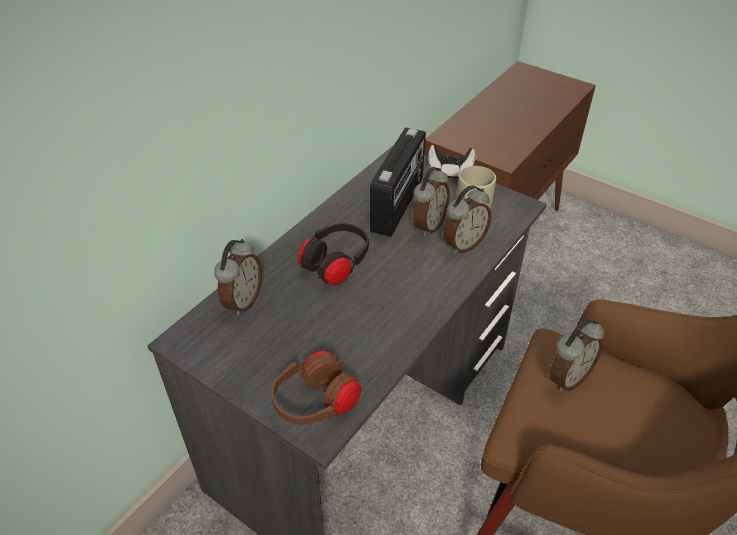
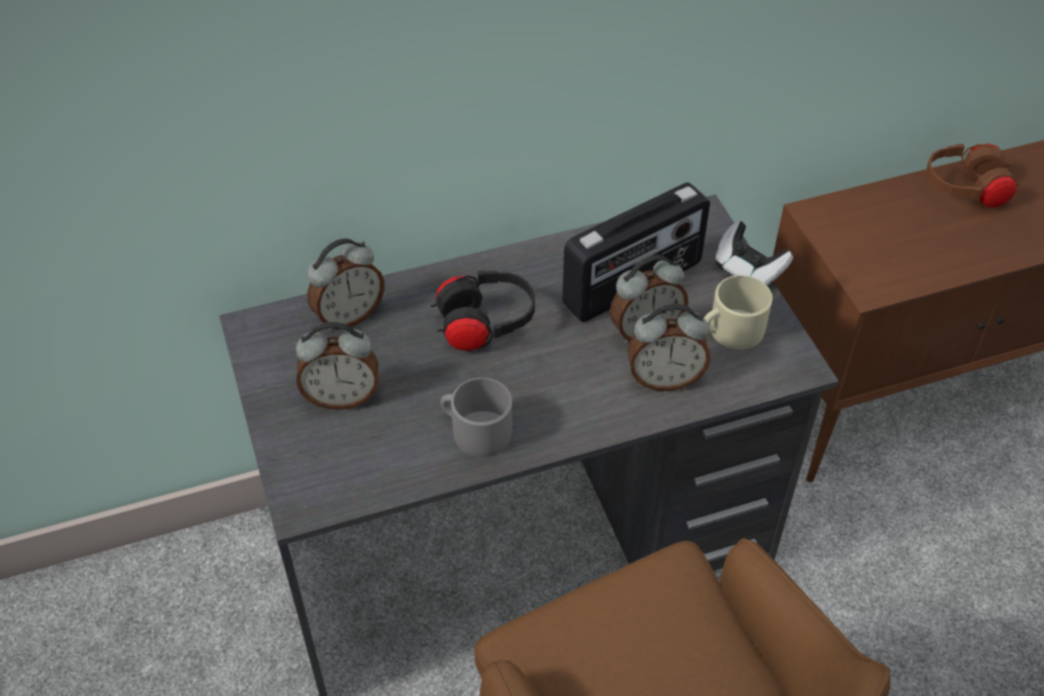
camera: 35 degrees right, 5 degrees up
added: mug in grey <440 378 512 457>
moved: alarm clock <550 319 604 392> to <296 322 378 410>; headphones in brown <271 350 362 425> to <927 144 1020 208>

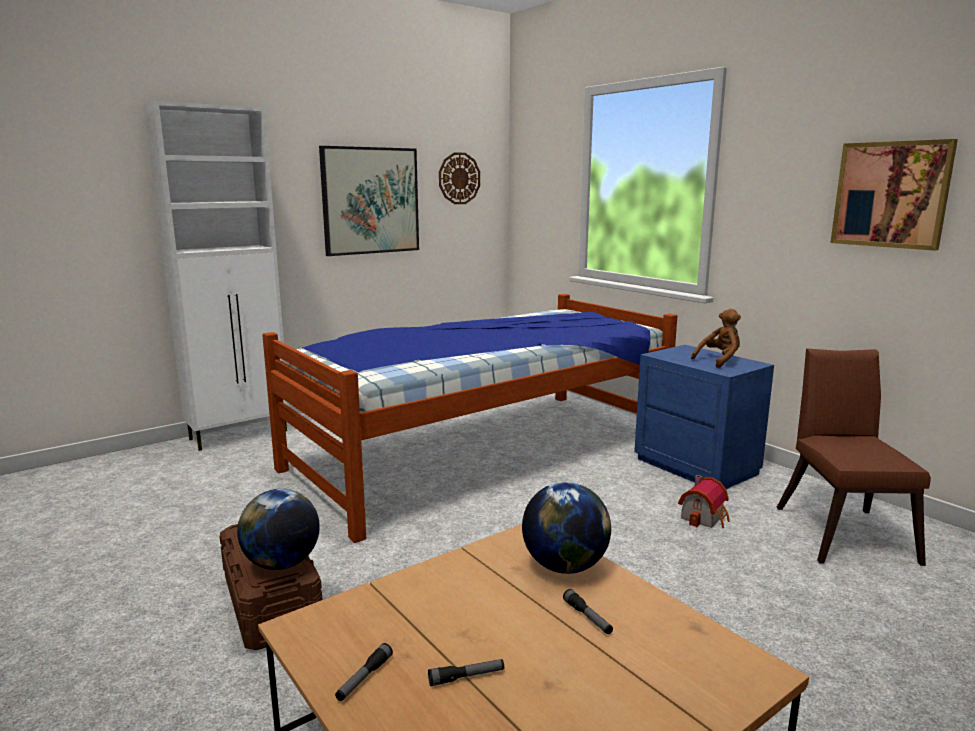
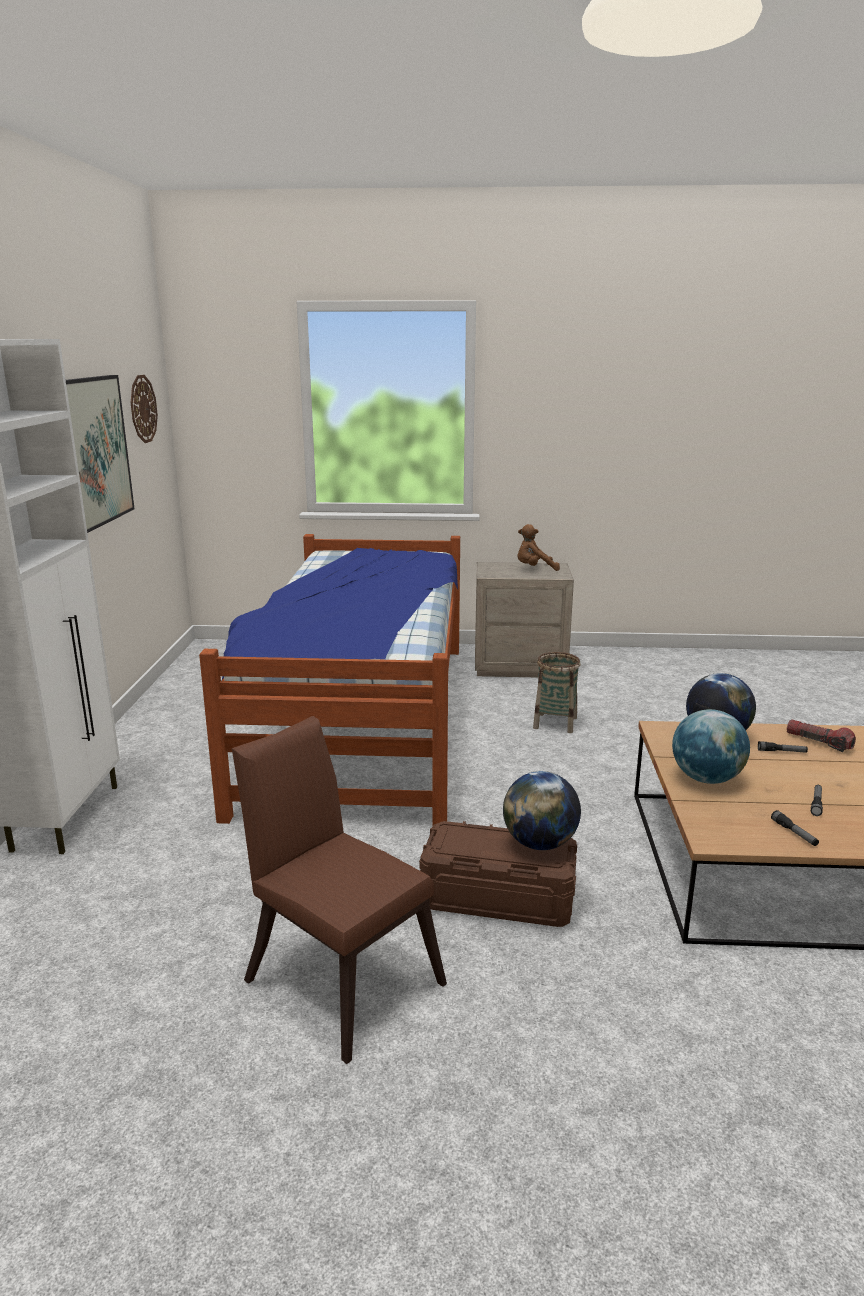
camera: 50 degrees left, 5 degrees up
removed: toy house <678 475 730 528>; picture <830 139 958 251>
added: basket <533 652 580 733>; globe <672 709 750 784>; flashlight <787 719 856 752>
moved: chair in brown <776 348 931 566> to <232 716 447 1064>
recoloured: nightstand in blue <634 345 774 489> to nightstand in beige <475 562 574 678>
turned: plush toy in brown <691 309 741 368> = <517 524 560 571> 105 degrees counterclockwise

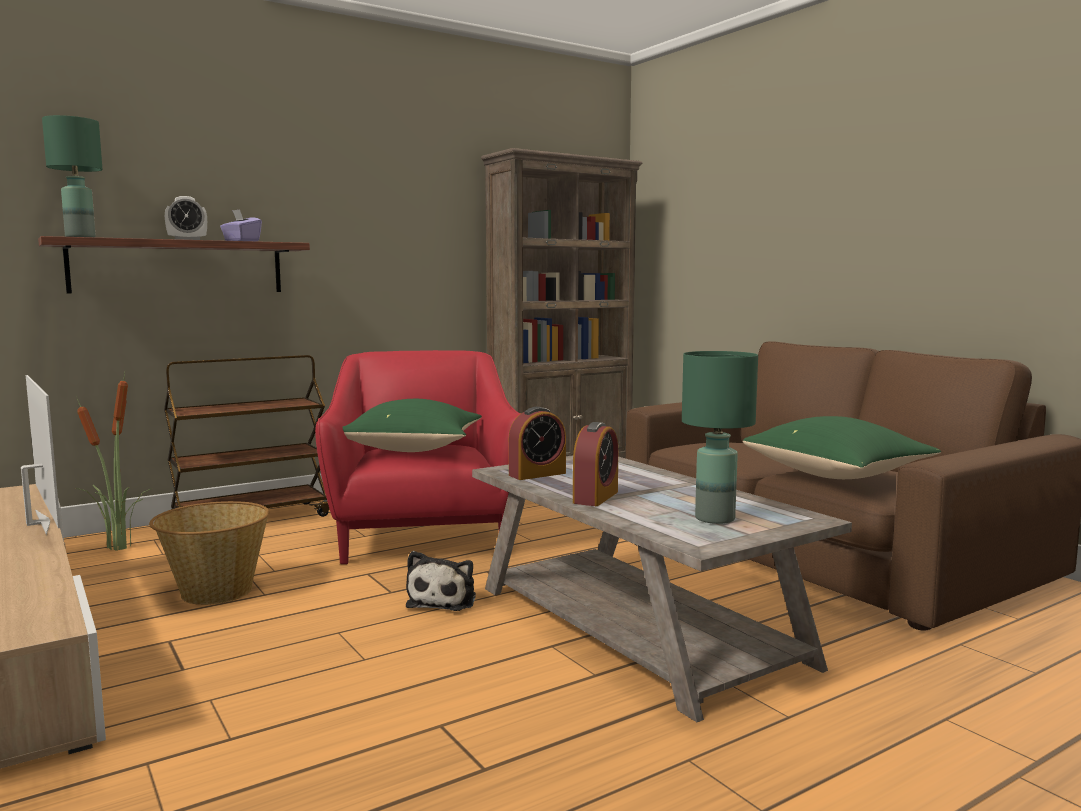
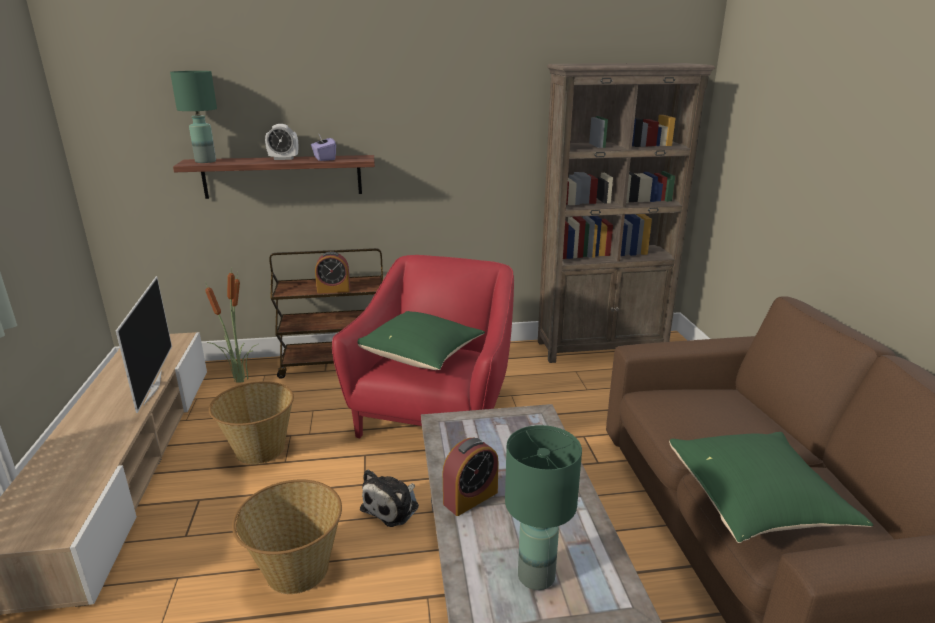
camera: 25 degrees right, 15 degrees up
added: basket <232 479 342 594>
moved: alarm clock <509 407 566 480> to <315 251 350 293>

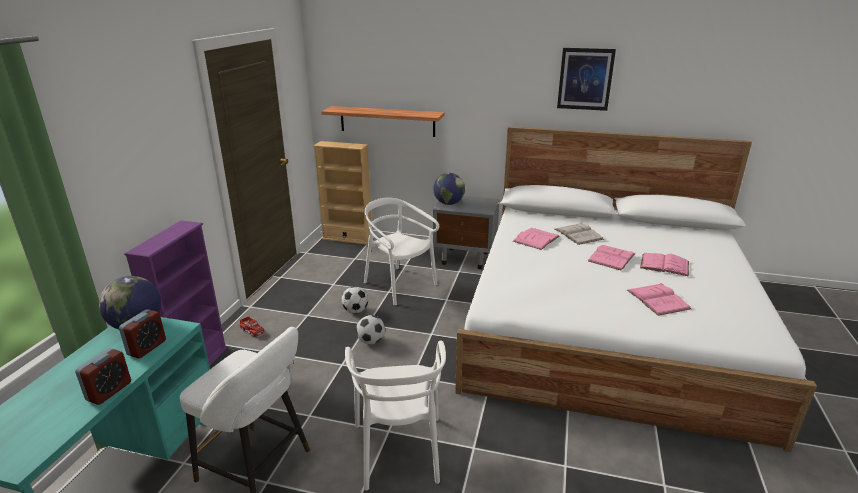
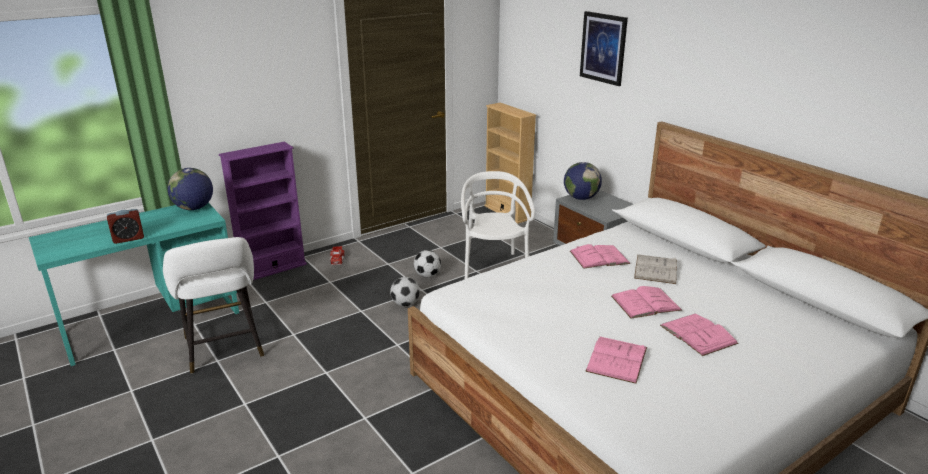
camera: 40 degrees right, 0 degrees up
removed: alarm clock <119 309 166 359>; shelf <321 106 445 137>; chair in white <345 341 446 490>
moved: picture <557 48 616 111> to <580 11 628 86>

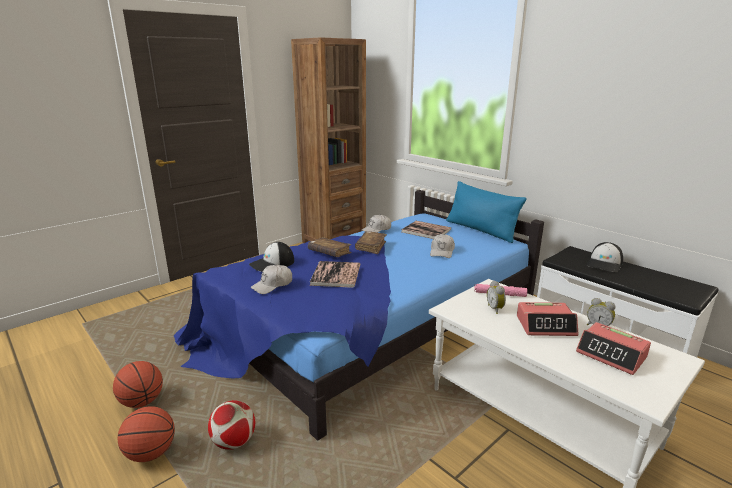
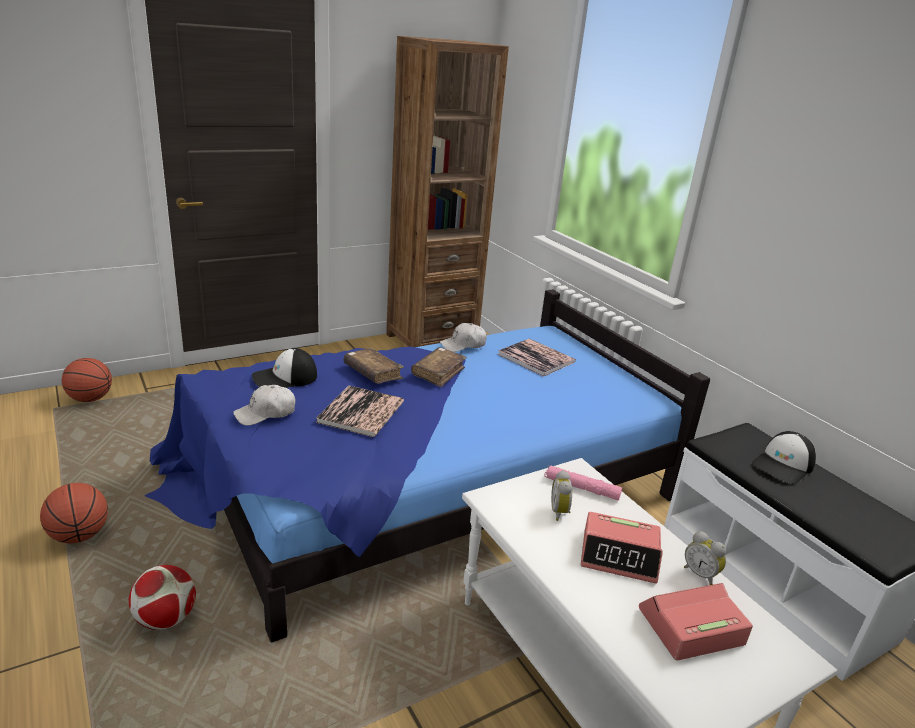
camera: 10 degrees right, 5 degrees up
removed: cap in white <430 234 455 258>; pillow in blue <446 181 527 243>
moved: basketball <118 406 175 462> to <62 358 112 402>
turned: alarm clock <576 322 651 375> = <639 583 753 661> 105 degrees clockwise

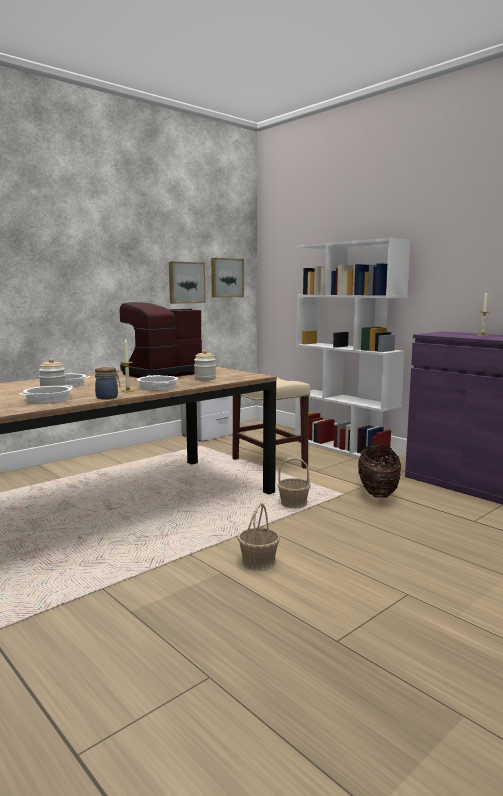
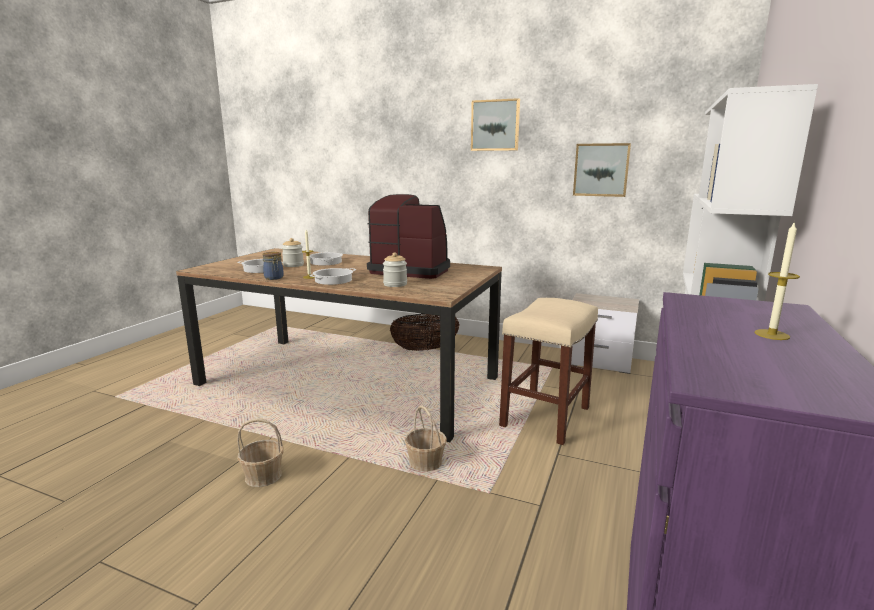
camera: 65 degrees right, 5 degrees up
moved: basket <358 445 401 498> to <390 314 460 351>; picture <211 258 244 298> to <471 98 520 151>

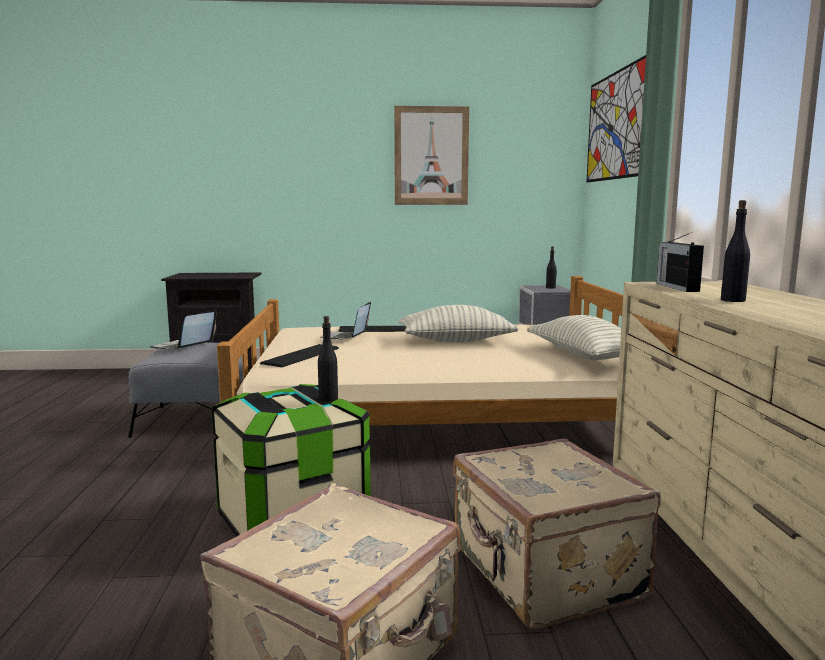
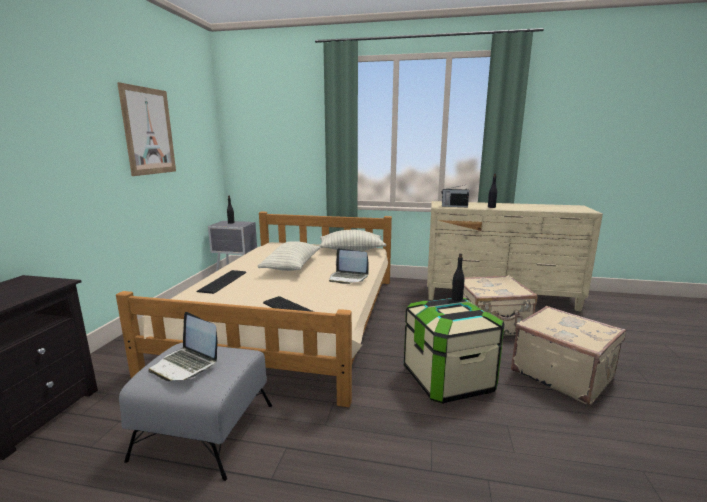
camera: 75 degrees left, 5 degrees up
removed: picture <587 55 646 182>
moved: laptop <320 302 371 340> to <329 248 368 284>

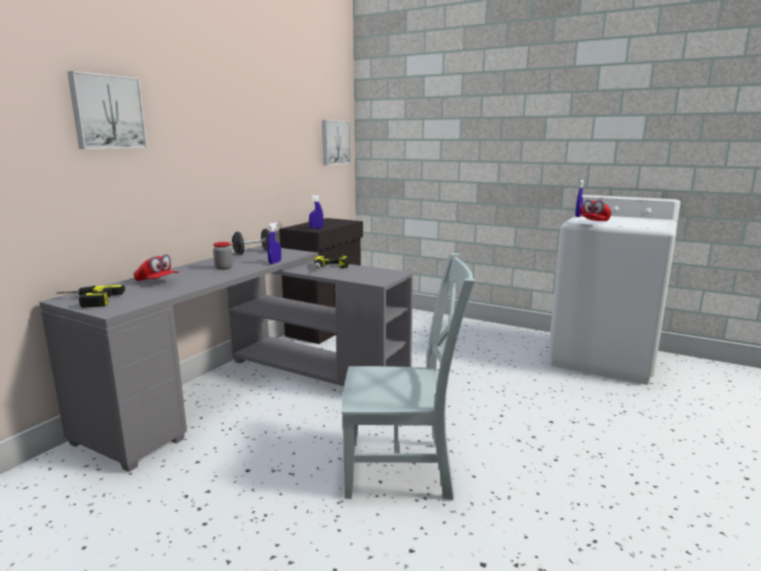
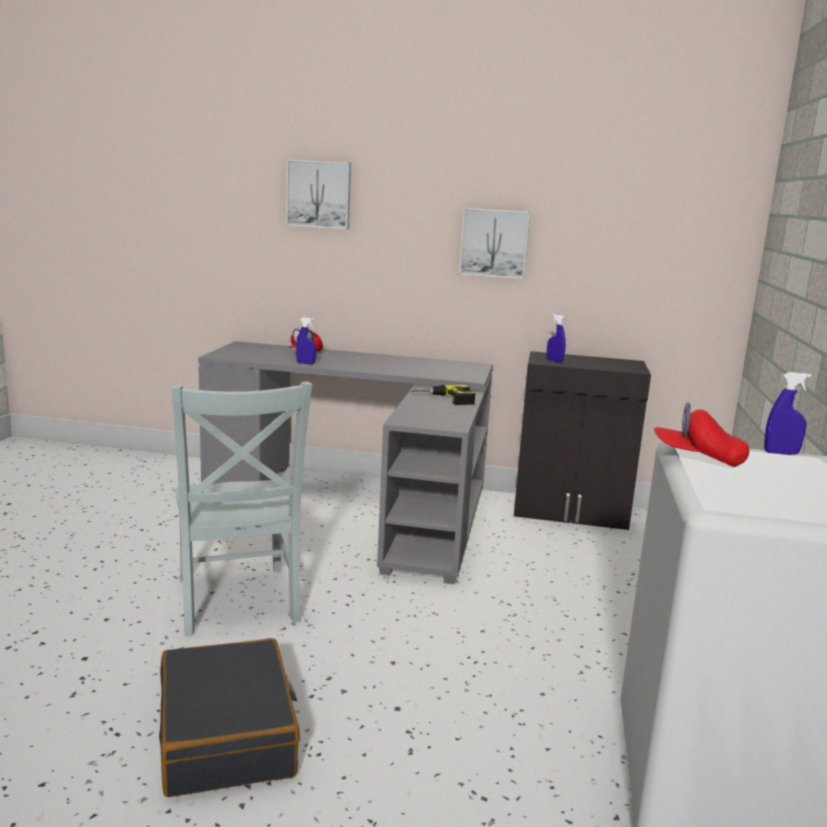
camera: 70 degrees right, 0 degrees up
removed: power drill <56 285 125 308>; jar <213 242 233 270>; dumbbell in black <229 229 276 255>
added: suitcase in black <159 638 300 797>
moved: spray bottle in blue <267 222 281 264> to <296 317 316 364>; picture <322 120 351 165> to <459 208 530 279>

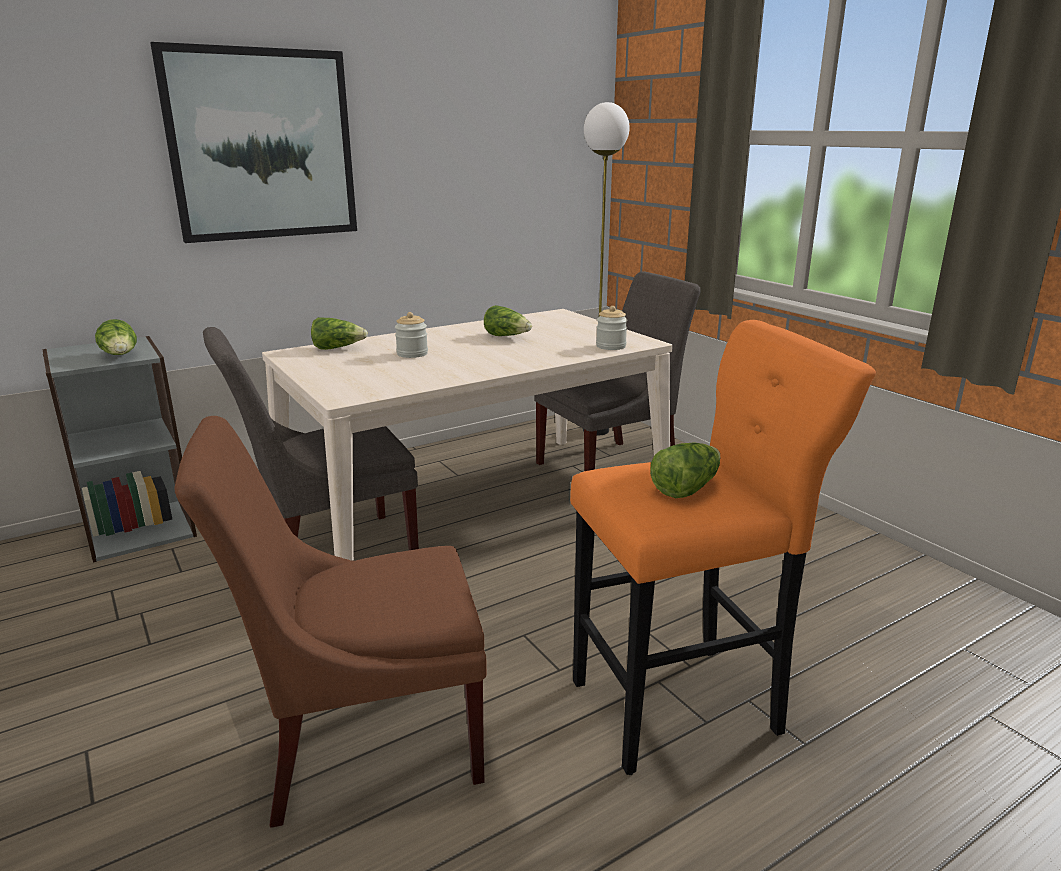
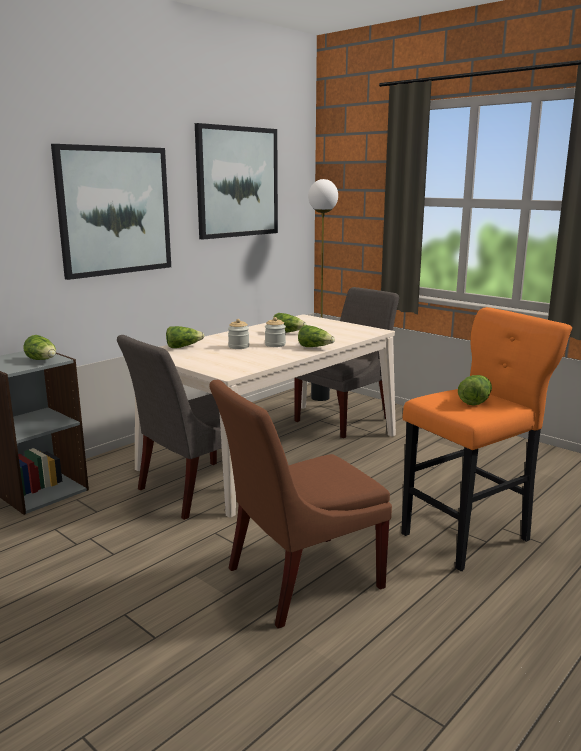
camera: 15 degrees left, 5 degrees down
added: picture <195 123 278 240>; lettuce <298 325 335 347>
moved: jar <596 306 628 350> to <265 317 286 347>

